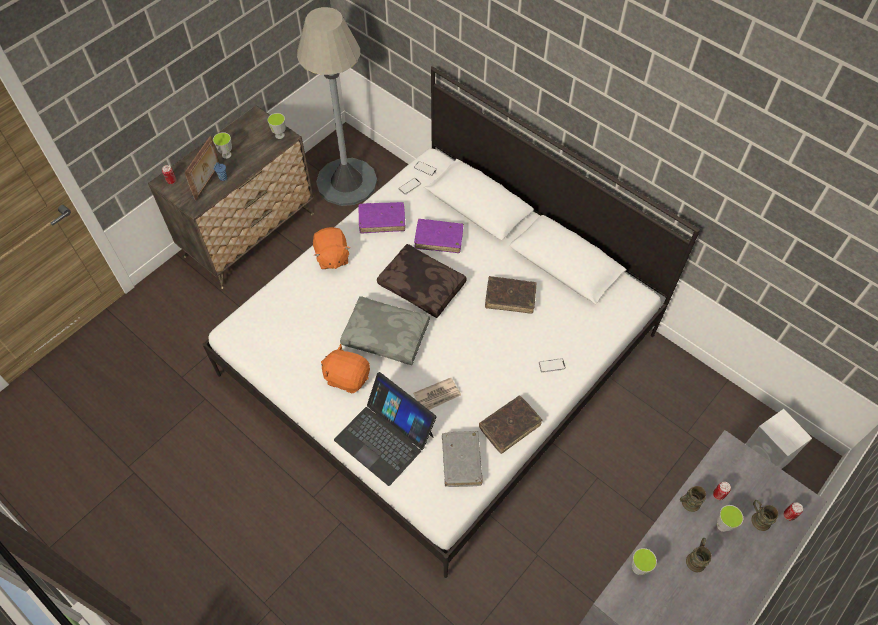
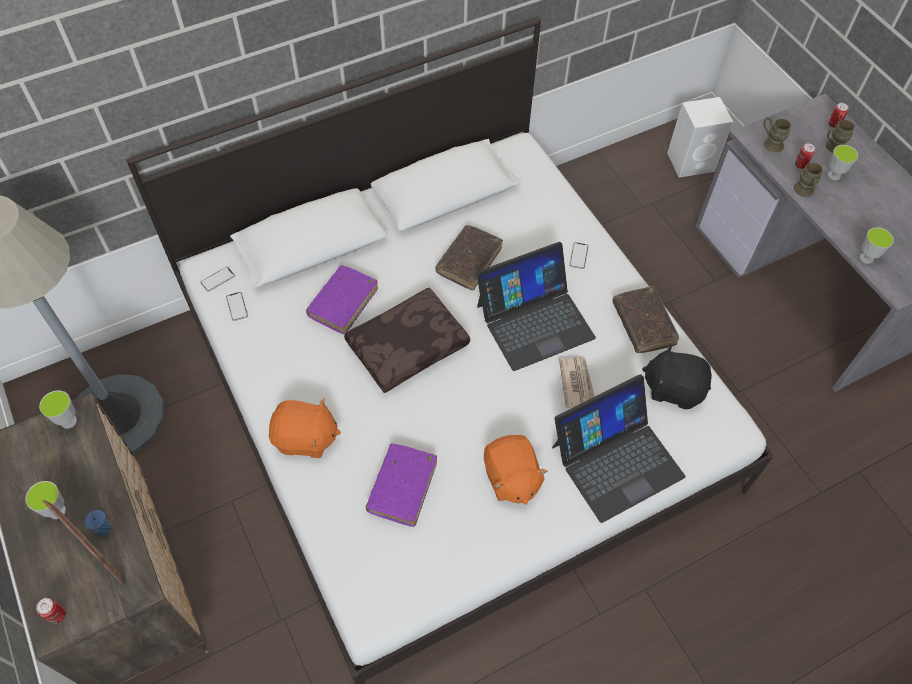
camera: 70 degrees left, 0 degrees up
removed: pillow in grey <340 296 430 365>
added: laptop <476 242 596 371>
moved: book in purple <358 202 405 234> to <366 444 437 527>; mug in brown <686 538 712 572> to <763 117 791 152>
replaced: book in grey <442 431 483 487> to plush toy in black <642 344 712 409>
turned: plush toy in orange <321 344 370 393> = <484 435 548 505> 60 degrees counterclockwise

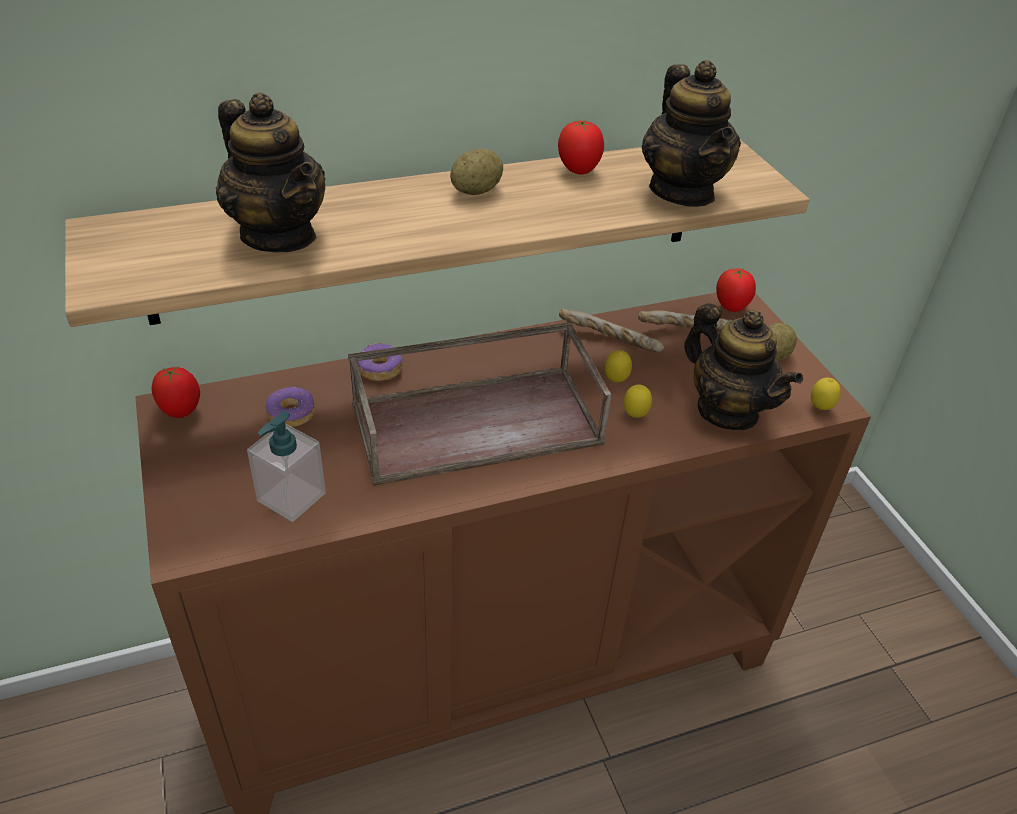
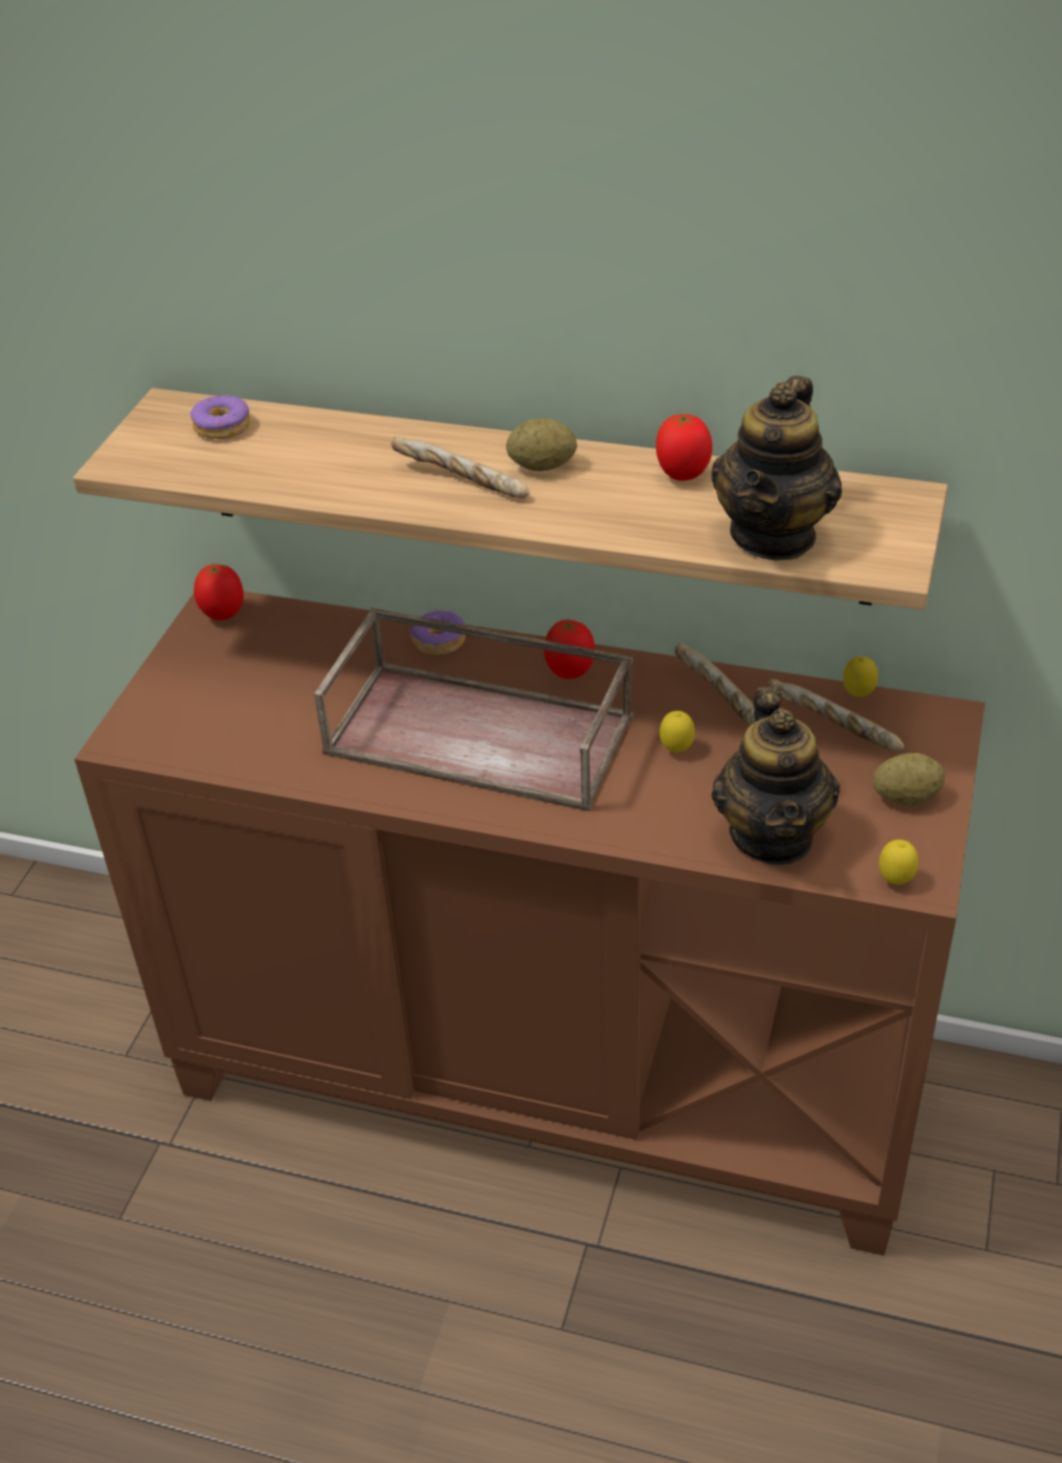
camera: 40 degrees right, 0 degrees up
removed: teapot <216 93 325 252>; soap dispenser <247 411 326 522>
added: bread <391 436 530 498>
moved: donut <265 387 315 427> to <190 395 250 439>; tomato <716 268 756 312> to <544 618 595 679>; lemon <623 385 652 418> to <843 656 878 697>

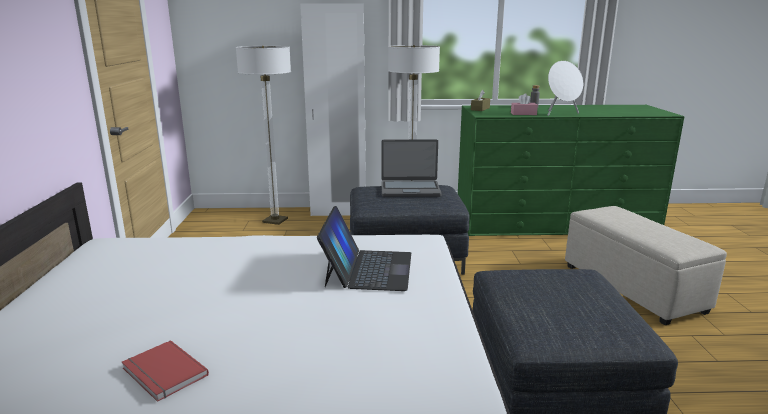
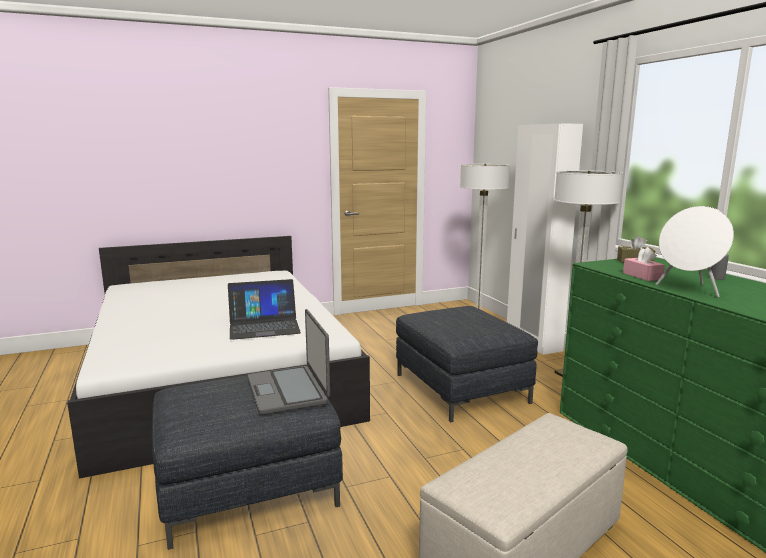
camera: 70 degrees right, 5 degrees down
removed: book in red <122 340 209 402>
moved: laptop <381 139 442 197> to <247 309 330 415>

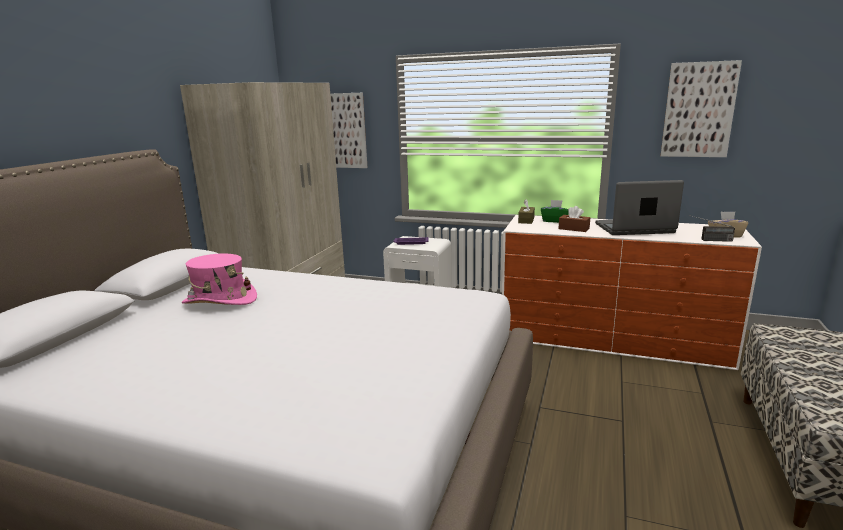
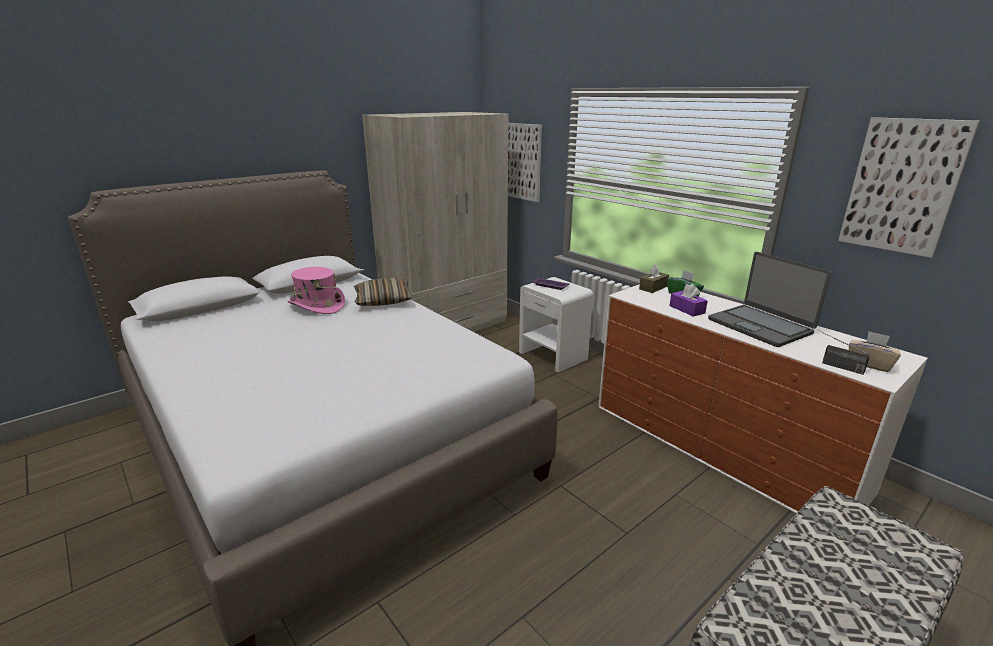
camera: 30 degrees right, 5 degrees up
added: pillow <354 278 412 306>
recoloured: tissue box in brown <558 206 590 232> to tissue box in purple <670 284 708 317>
turned: laptop <595 180 684 235> = <708 252 831 347> 150 degrees counterclockwise

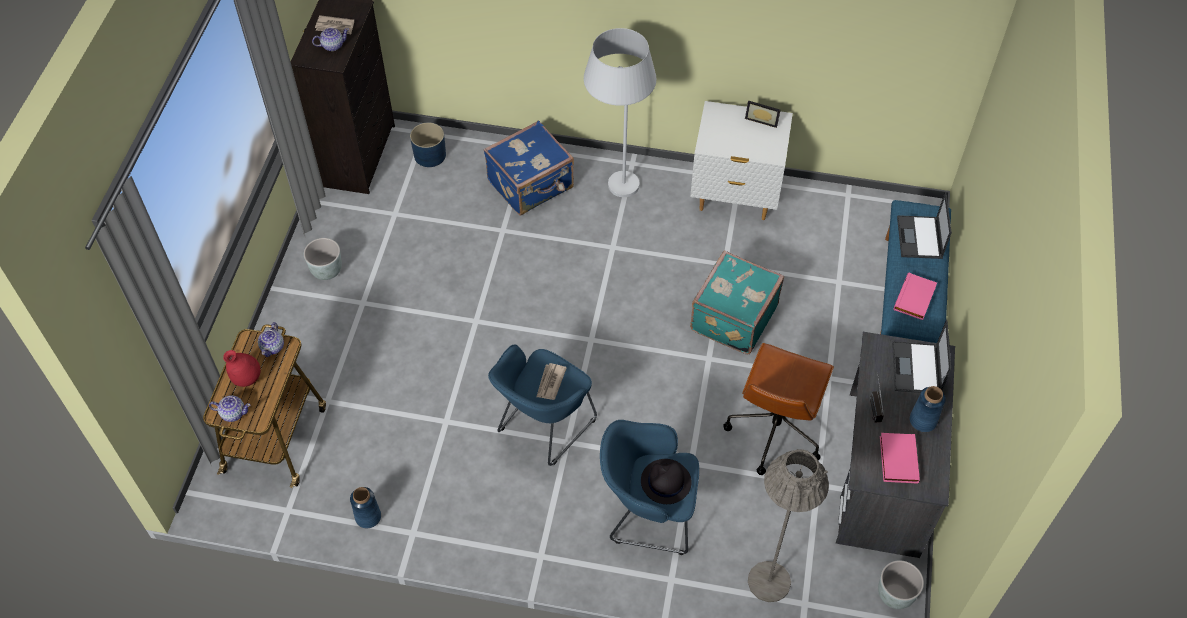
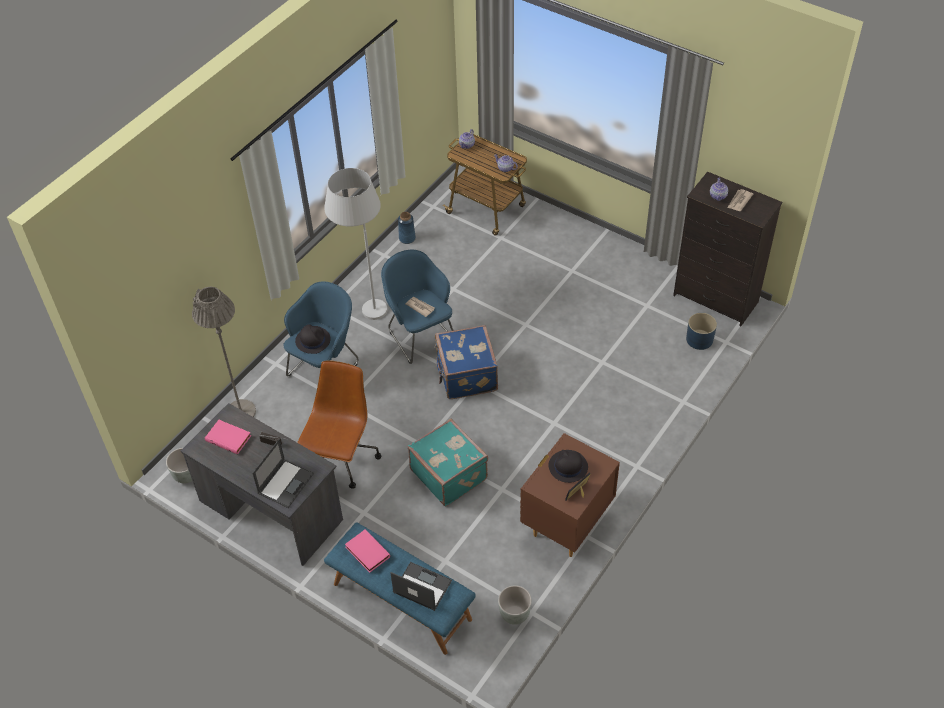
camera: 115 degrees right, 5 degrees down
removed: vase in red <223 350 261 387>; vase in blue <909 386 946 432>
added: hat in black <548 450 588 483>
moved: floor lamp in white <584 28 656 197> to <324 168 387 320>; suitcase in blue <484 120 574 216> to <435 325 498 399>; planter in grey <304 238 342 280> to <498 585 532 625>
recoloured: nightstand in white <690 101 793 220> to nightstand in brown <520 433 620 557>
turned: laptop <892 320 951 393> = <252 439 314 508> 90 degrees clockwise; office chair in brown <723 343 834 475> = <297 360 382 489> 60 degrees clockwise

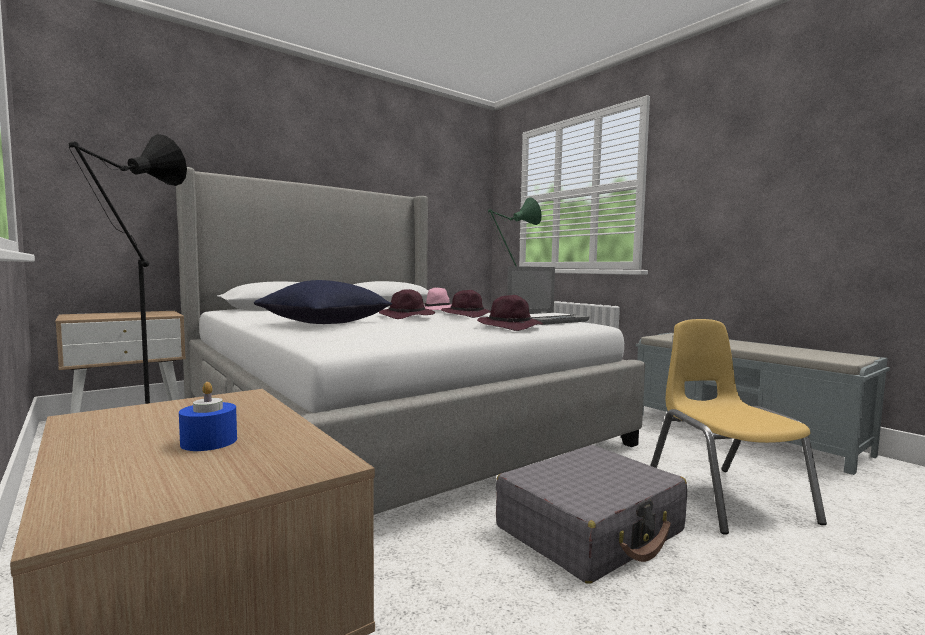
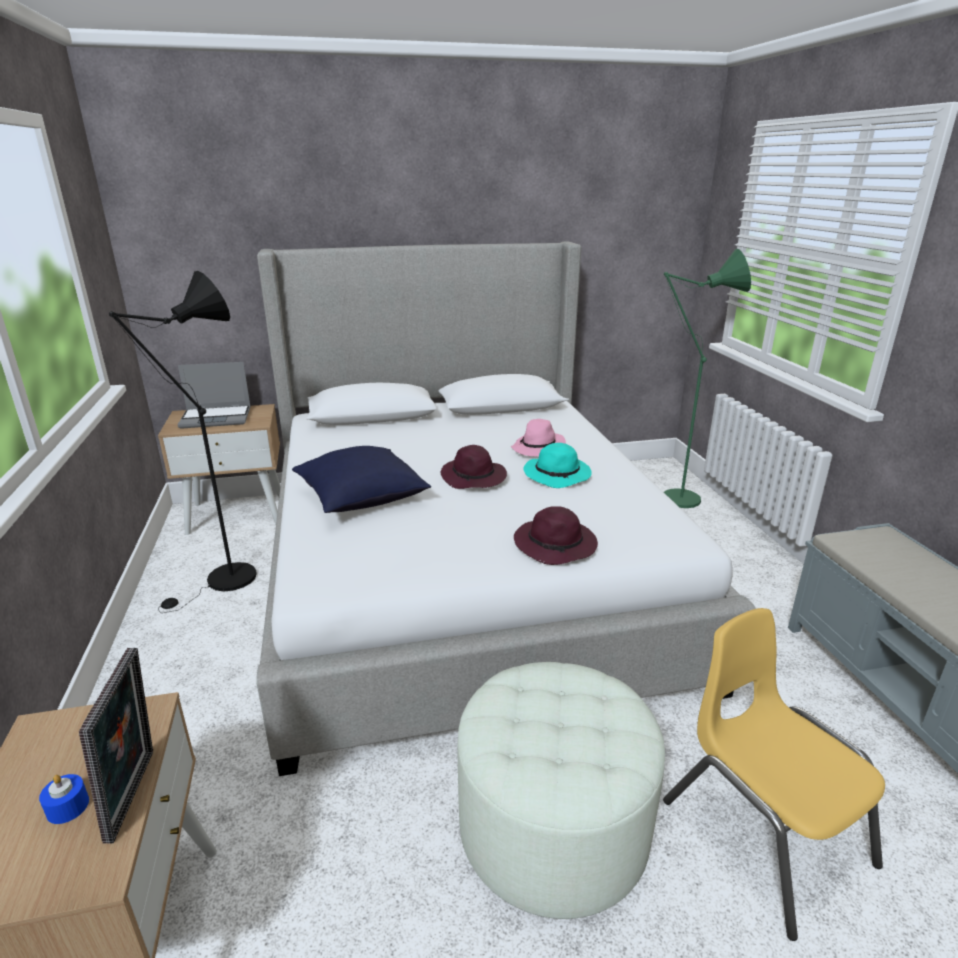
camera: 25 degrees right, 20 degrees up
added: picture frame <79 648 153 844>
moved: laptop <507 266 589 325> to <178 362 251 429>
replaced: suitcase in grey <496 445 687 584> to ottoman in white <458 662 665 919>
recoloured: hat in purple <441 290 491 318> to hat in turquoise <523 443 592 488>
turned: chair in yellow <650 319 827 535> = <663 608 885 941> 45 degrees counterclockwise

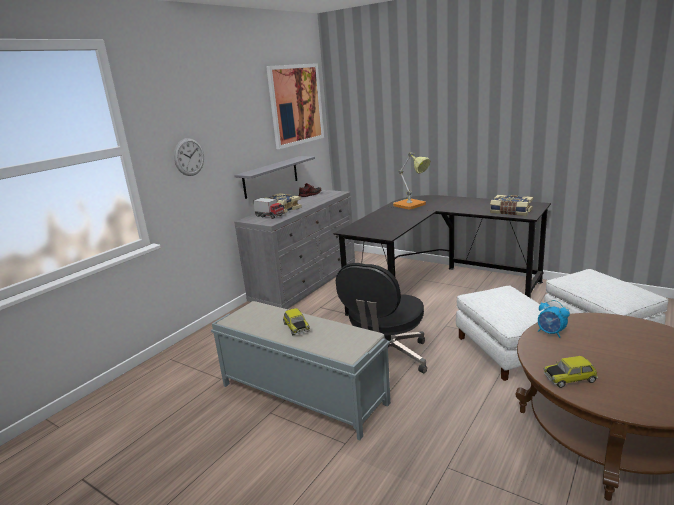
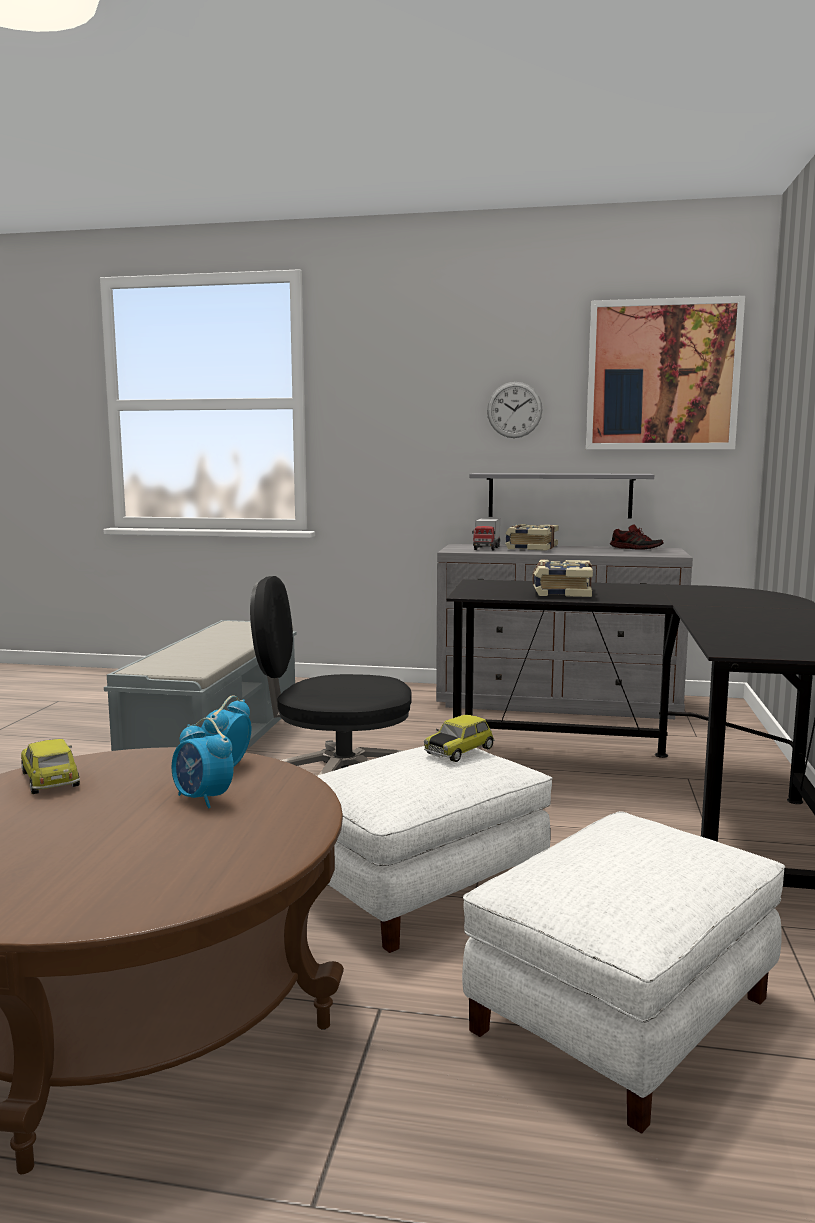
camera: 65 degrees right, 10 degrees down
removed: table lamp <393 152 430 209>
added: alarm clock <172 718 234 809>
moved: toy car <283 308 310 336> to <424 715 495 762>; wall clock <174 138 204 176> to <487 382 543 438>; book <490 195 533 216> to <532 560 593 597>

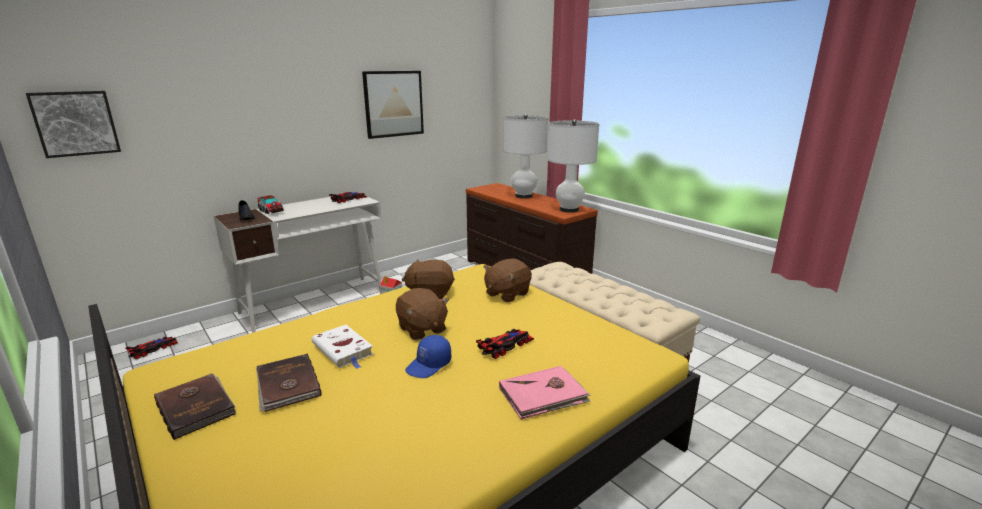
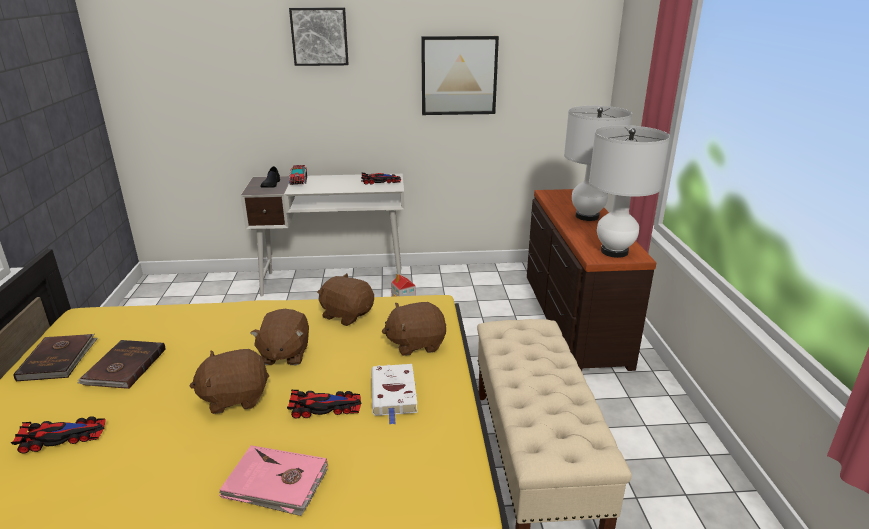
camera: 35 degrees right, 5 degrees up
moved: toy car <125 337 178 359> to <11 416 106 453>; picture <26 91 121 158> to <289 7 349 66>; book in white <312 325 373 369> to <371 364 418 425>
replaced: cap in blue <405 335 451 378> to plush toy in brown <190 349 269 414>

